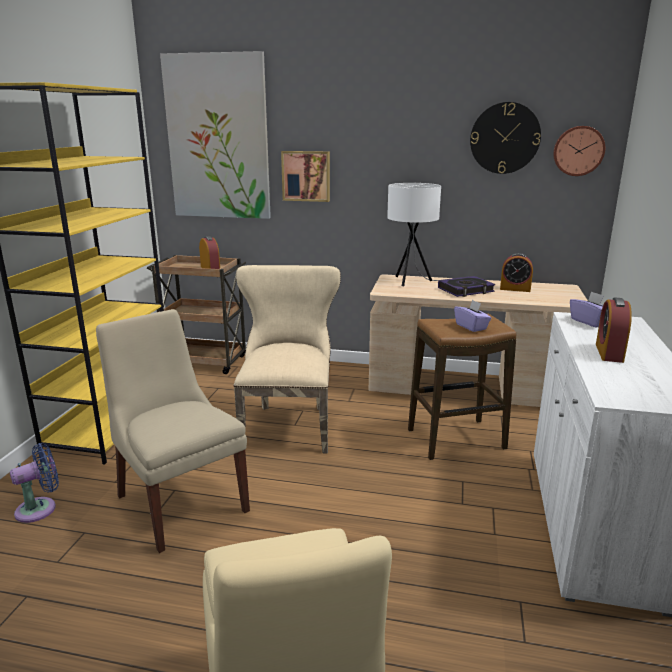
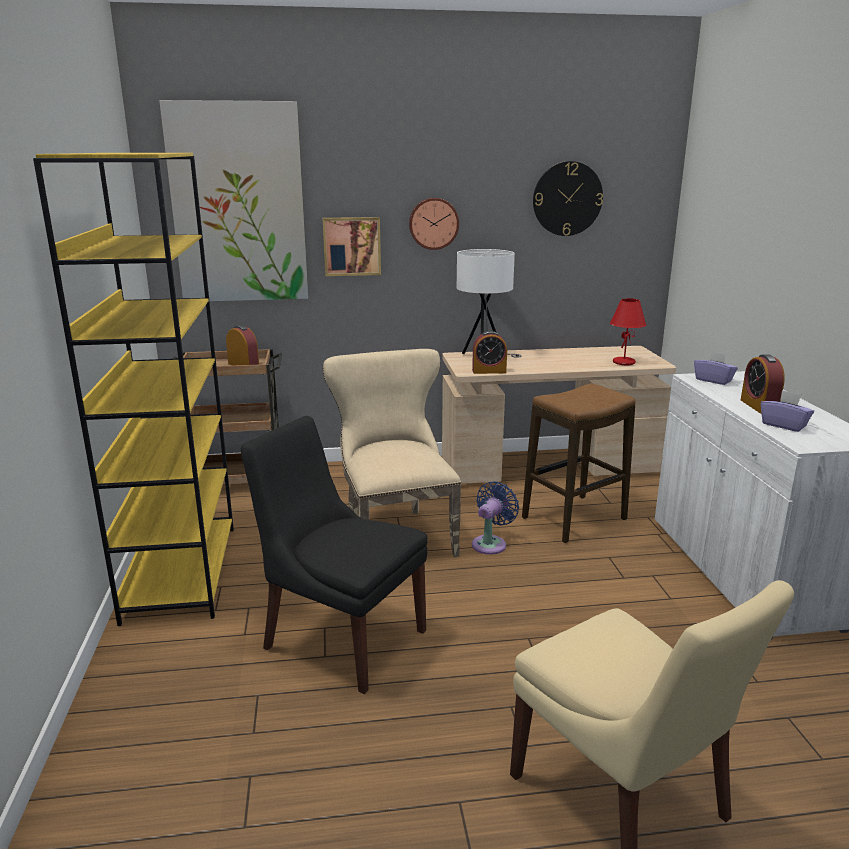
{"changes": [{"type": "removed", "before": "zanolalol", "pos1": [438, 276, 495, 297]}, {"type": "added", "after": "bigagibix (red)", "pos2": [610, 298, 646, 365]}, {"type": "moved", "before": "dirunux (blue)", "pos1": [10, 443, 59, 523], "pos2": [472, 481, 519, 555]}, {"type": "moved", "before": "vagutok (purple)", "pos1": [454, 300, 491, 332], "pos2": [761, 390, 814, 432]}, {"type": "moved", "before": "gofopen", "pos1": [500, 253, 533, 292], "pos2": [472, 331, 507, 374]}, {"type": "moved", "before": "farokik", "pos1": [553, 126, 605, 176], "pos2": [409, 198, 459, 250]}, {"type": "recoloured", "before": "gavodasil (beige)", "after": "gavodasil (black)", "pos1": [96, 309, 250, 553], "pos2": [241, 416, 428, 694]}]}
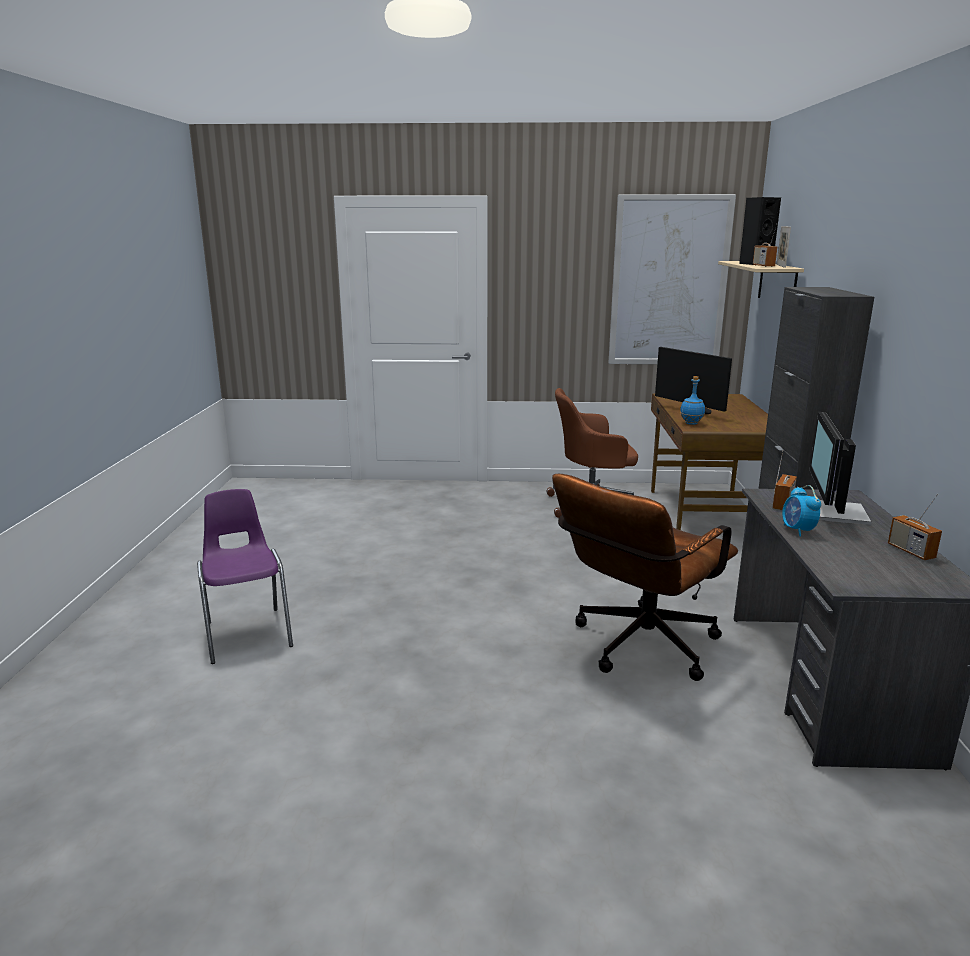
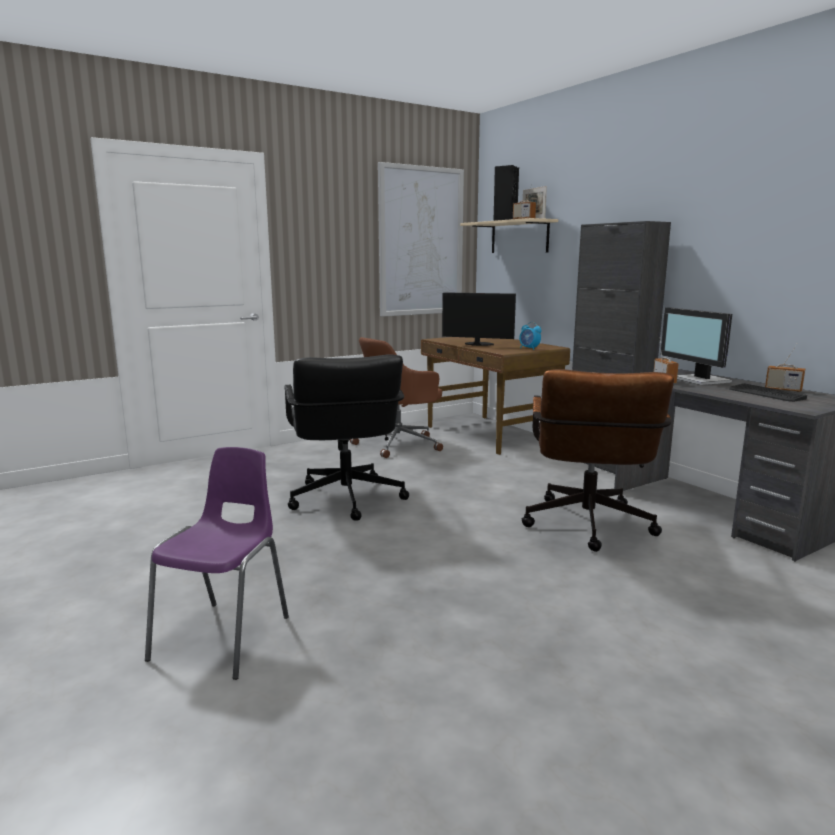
{"changes": [{"type": "removed", "before": "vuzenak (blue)", "pos1": [680, 376, 705, 425]}, {"type": "added", "after": "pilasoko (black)", "pos2": [285, 355, 409, 521]}, {"type": "added", "after": "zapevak", "pos2": [729, 383, 807, 402]}, {"type": "moved", "before": "gofopen", "pos1": [782, 485, 821, 536], "pos2": [519, 322, 542, 350]}, {"type": "turned", "before": "gavodasil (purple)", "pos1": [197, 489, 293, 664], "pos2": [145, 447, 289, 680], "turn": 75}]}
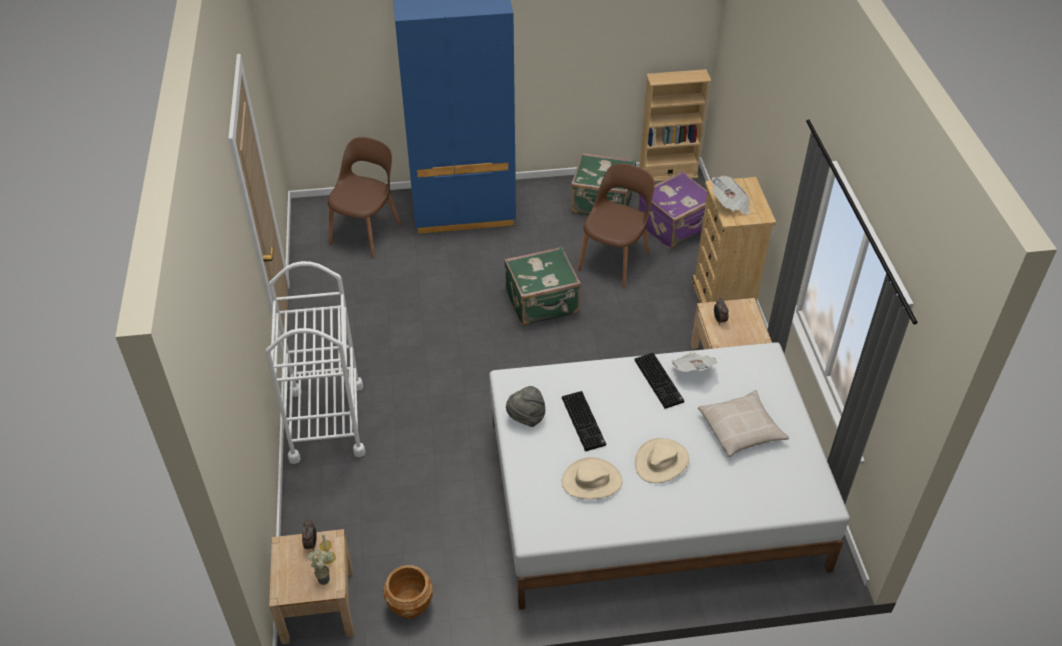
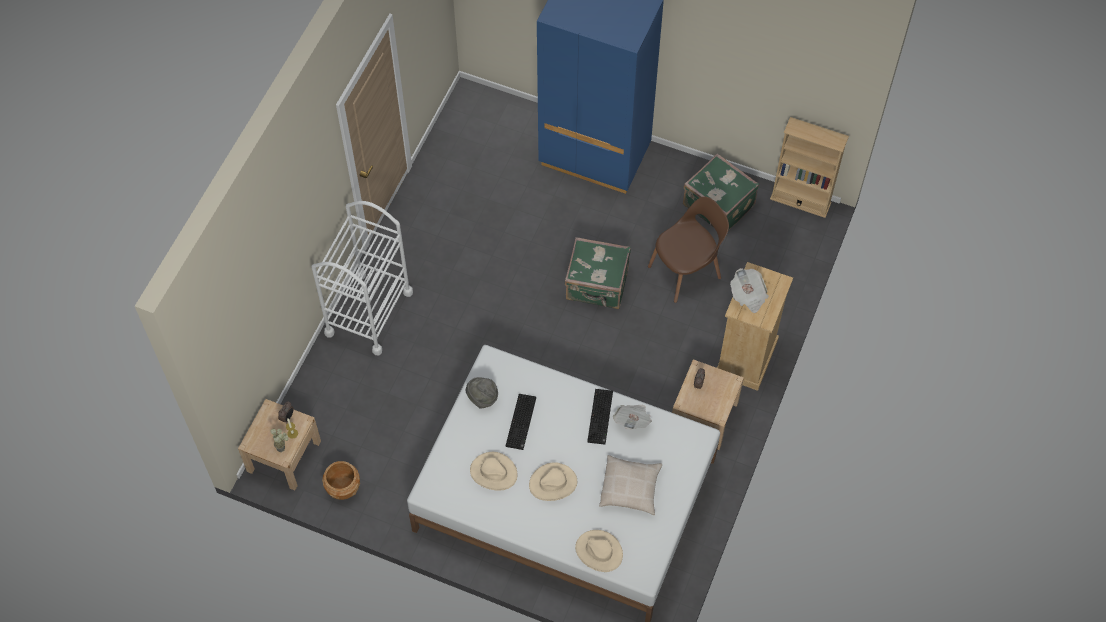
{"changes": [{"type": "removed", "before": "gavodasil (brown)", "pos1": [328, 137, 401, 258]}, {"type": "removed", "before": "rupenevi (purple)", "pos1": [638, 172, 707, 249]}, {"type": "added", "after": "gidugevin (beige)", "pos2": [575, 530, 623, 572]}]}
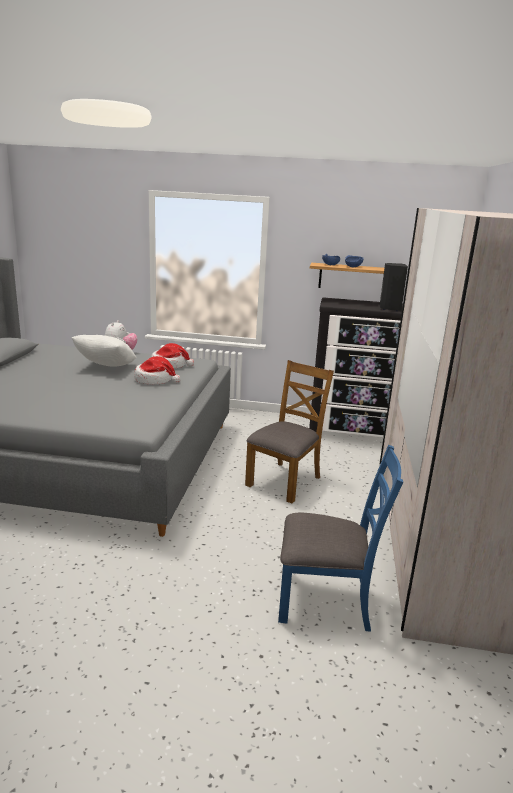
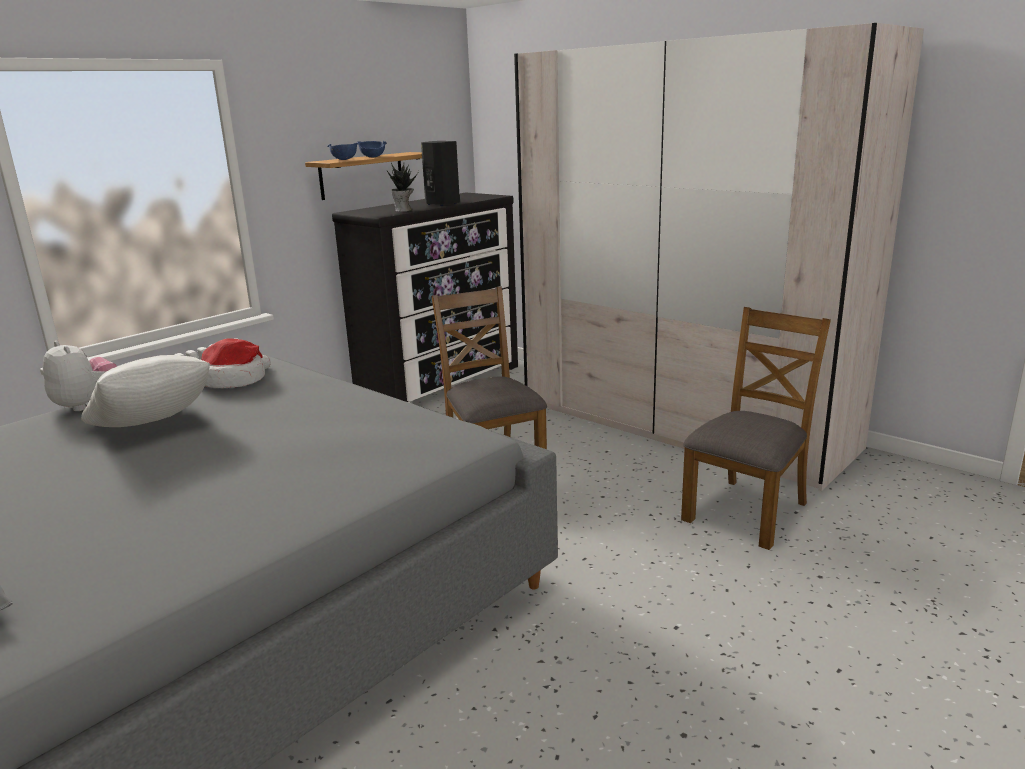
{"changes": [{"type": "removed", "before": "gidugevin", "pos1": [134, 356, 181, 384]}, {"type": "added", "after": "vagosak", "pos2": [387, 163, 419, 212]}, {"type": "recoloured", "before": "gavodasil (blue)", "after": "gavodasil (brown)", "pos1": [278, 445, 403, 632], "pos2": [681, 307, 831, 550]}]}
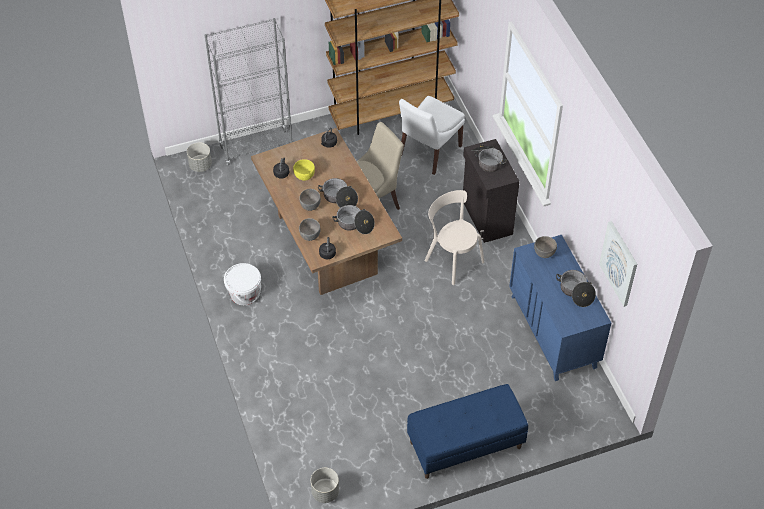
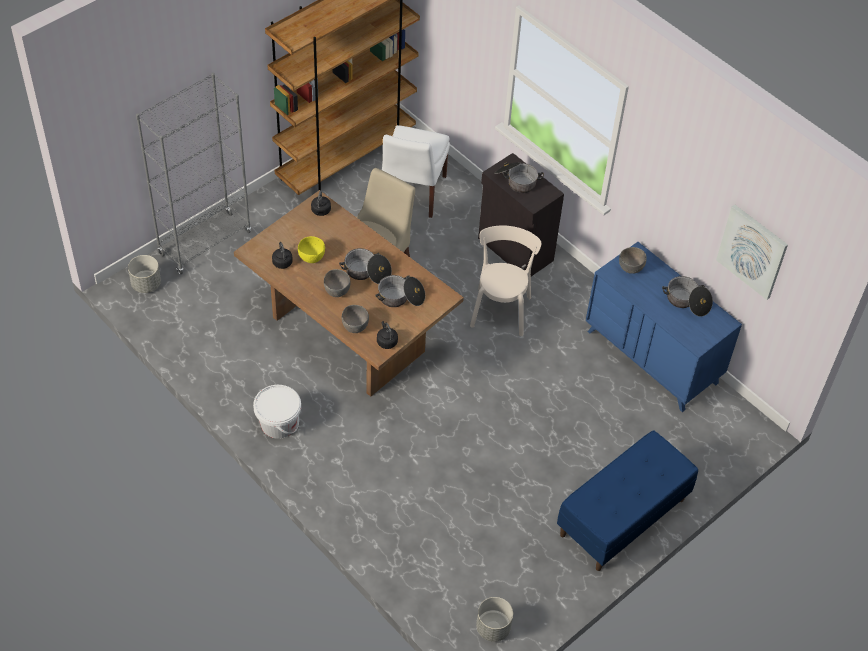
{"changes": [{"type": "turned", "before": "gavodasil (beige)", "pos1": [424, 190, 484, 285], "pos2": [470, 225, 542, 336], "turn": 75}]}
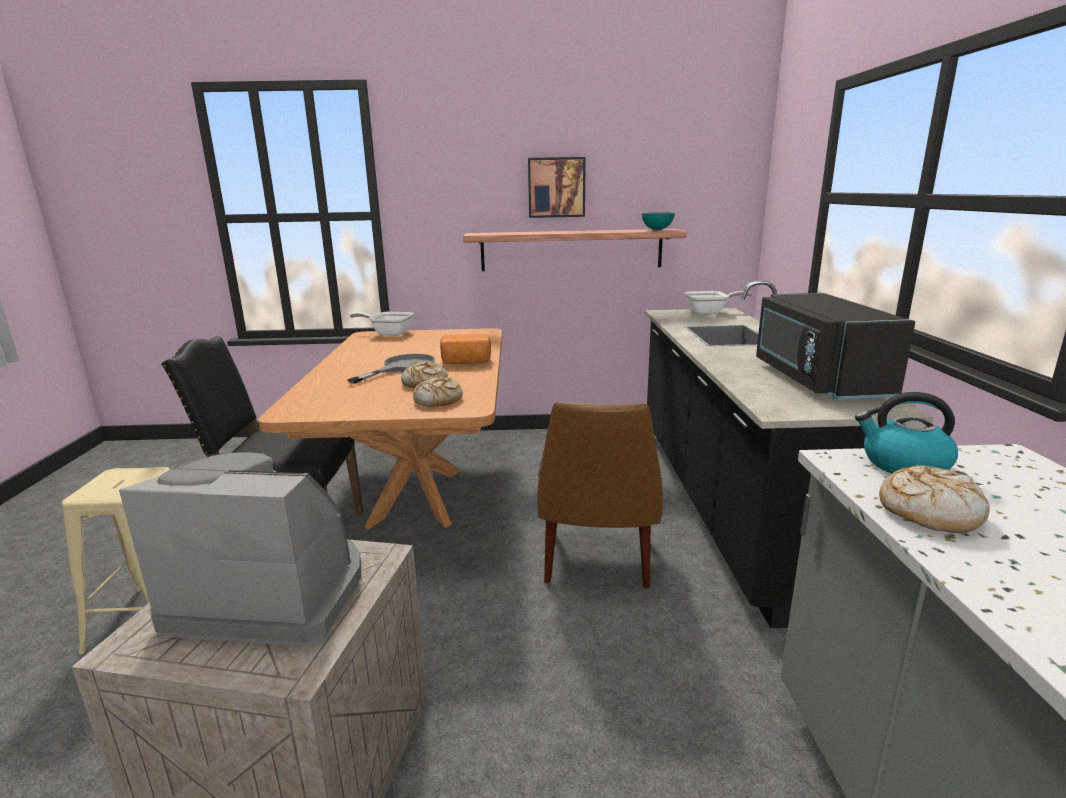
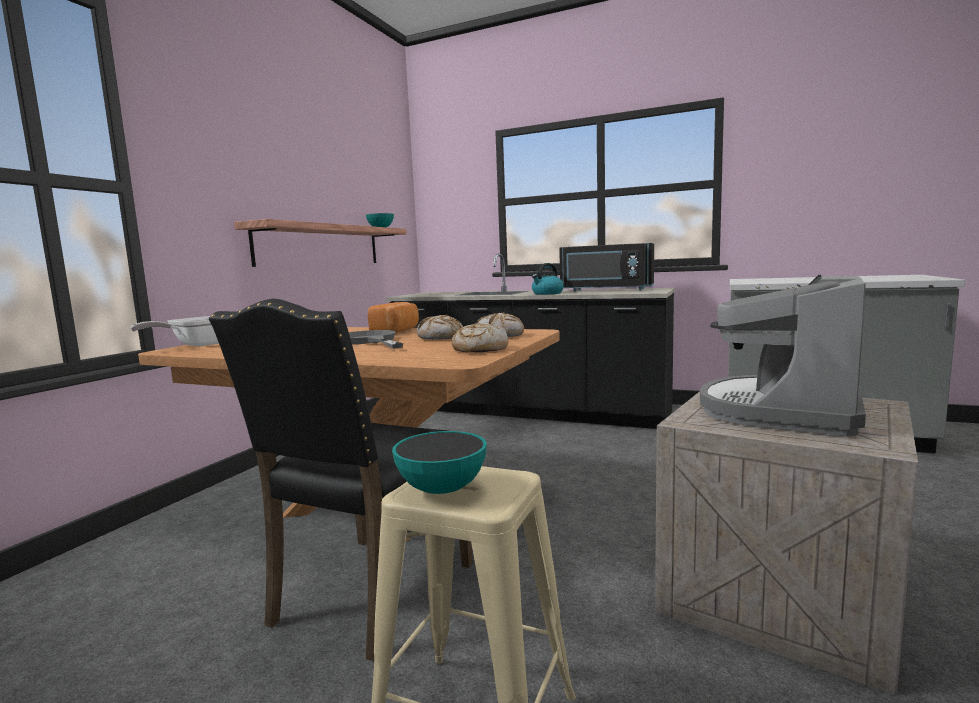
{"changes": [{"type": "removed", "before": "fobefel", "pos1": [528, 157, 586, 218]}, {"type": "removed", "before": "gavodasil (brown)", "pos1": [538, 402, 663, 589]}, {"type": "removed", "before": "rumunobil", "pos1": [684, 291, 752, 315]}, {"type": "added", "after": "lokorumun", "pos2": [392, 431, 487, 494]}, {"type": "moved", "before": "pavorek", "pos1": [855, 392, 958, 473], "pos2": [532, 263, 564, 295]}, {"type": "moved", "before": "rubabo", "pos1": [879, 465, 990, 534], "pos2": [452, 323, 508, 352]}]}
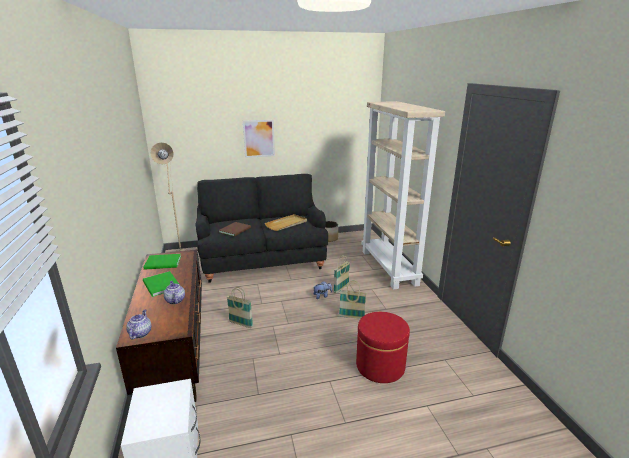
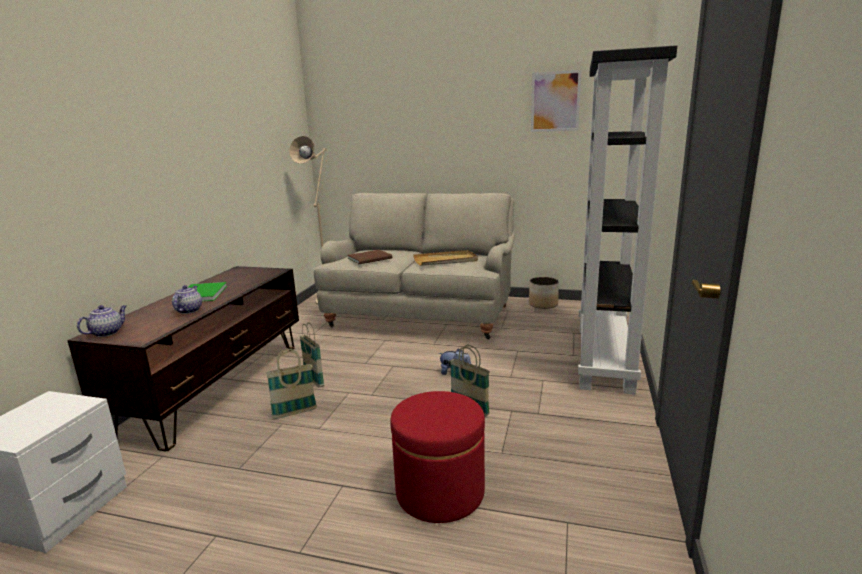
{"changes": [{"type": "removed", "before": "zanolalol (green)", "pos1": [143, 254, 181, 270]}, {"type": "moved", "before": "fobefel", "pos1": [243, 120, 275, 158], "pos2": [531, 70, 581, 132]}, {"type": "moved", "before": "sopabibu", "pos1": [333, 255, 350, 293], "pos2": [266, 349, 317, 419]}, {"type": "recoloured", "before": "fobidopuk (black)", "after": "fobidopuk (beige)", "pos1": [196, 174, 328, 283], "pos2": [314, 193, 515, 339]}, {"type": "recoloured", "before": "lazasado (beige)", "after": "lazasado (black)", "pos1": [361, 101, 445, 290], "pos2": [578, 45, 677, 395]}]}
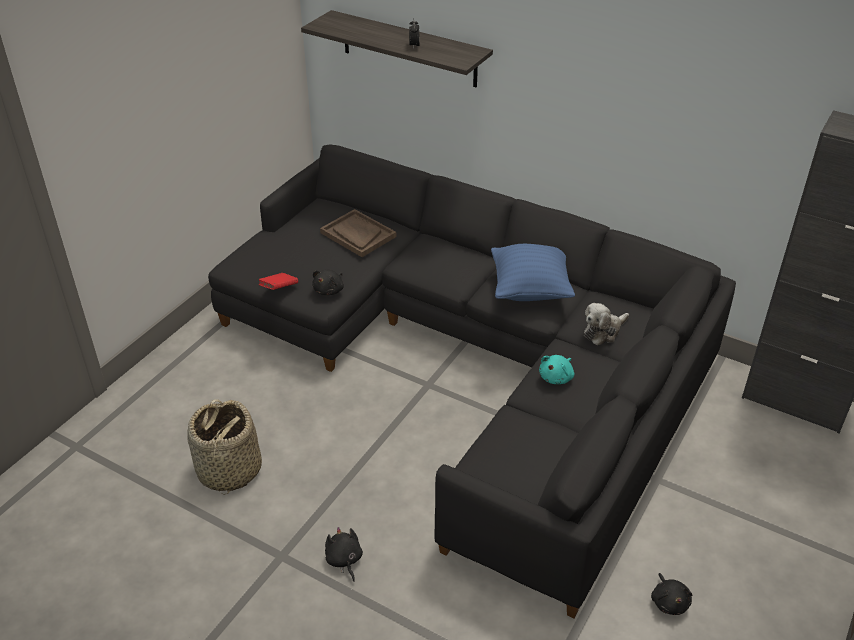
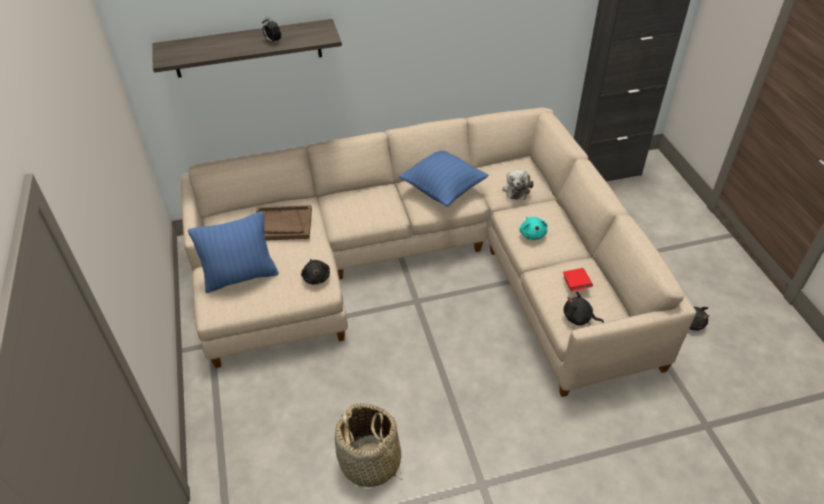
{"changes": [{"type": "added", "after": "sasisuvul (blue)", "pos2": [188, 211, 279, 293]}, {"type": "moved", "before": "zanolalol (red)", "pos1": [258, 273, 298, 290], "pos2": [563, 268, 593, 292]}, {"type": "moved", "before": "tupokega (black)", "pos1": [325, 527, 363, 582], "pos2": [564, 291, 604, 326]}, {"type": "recoloured", "before": "fobidopuk (black)", "after": "fobidopuk (beige)", "pos1": [208, 145, 736, 619], "pos2": [181, 107, 696, 397]}]}
